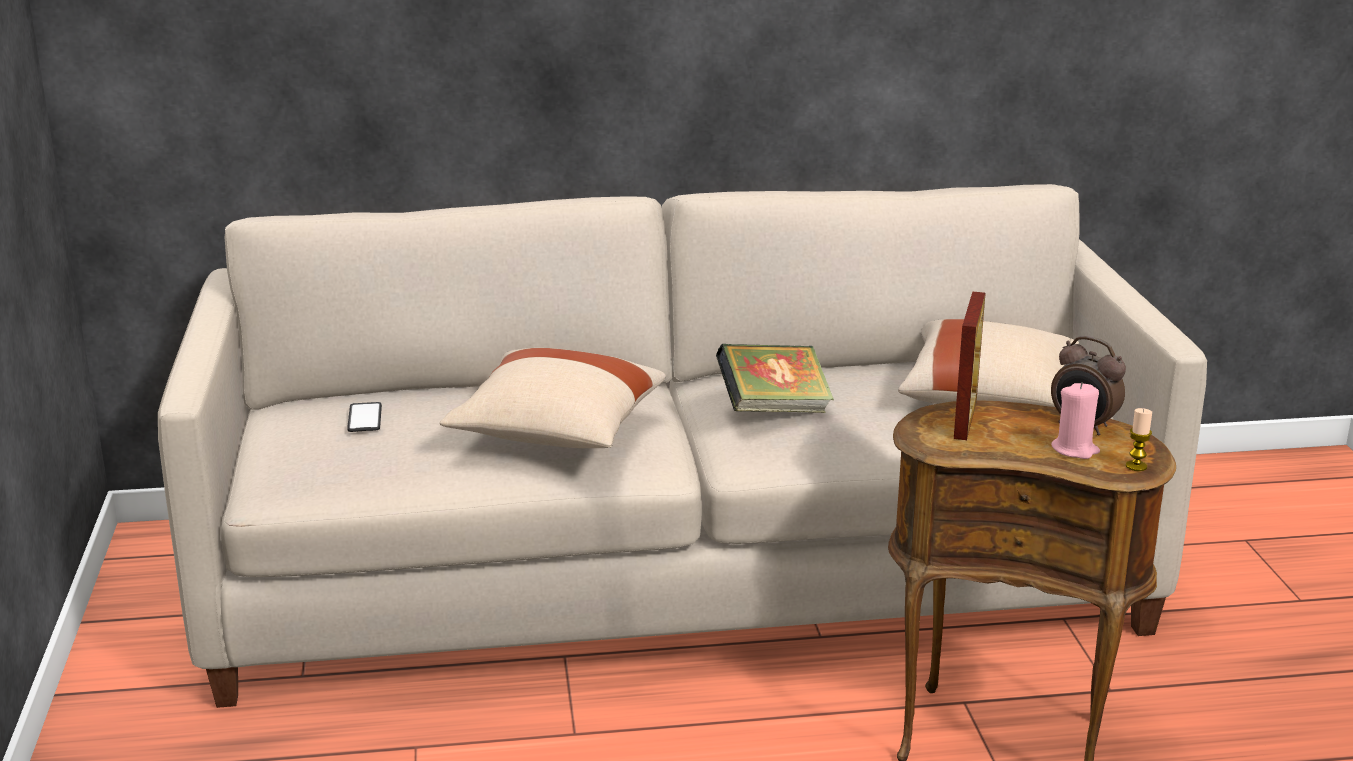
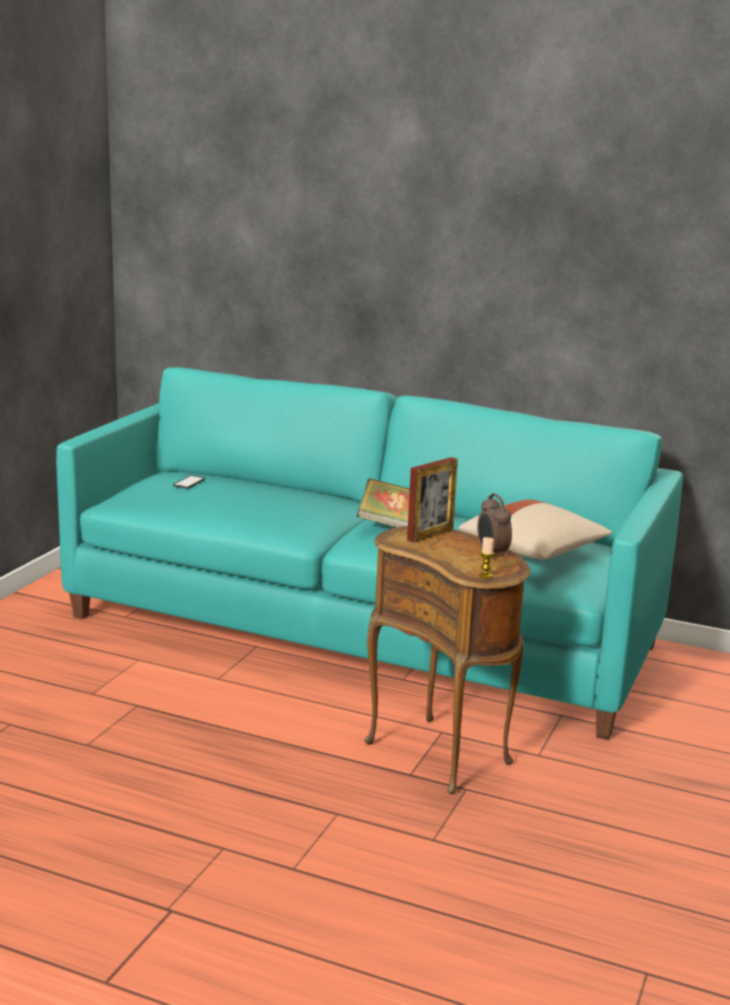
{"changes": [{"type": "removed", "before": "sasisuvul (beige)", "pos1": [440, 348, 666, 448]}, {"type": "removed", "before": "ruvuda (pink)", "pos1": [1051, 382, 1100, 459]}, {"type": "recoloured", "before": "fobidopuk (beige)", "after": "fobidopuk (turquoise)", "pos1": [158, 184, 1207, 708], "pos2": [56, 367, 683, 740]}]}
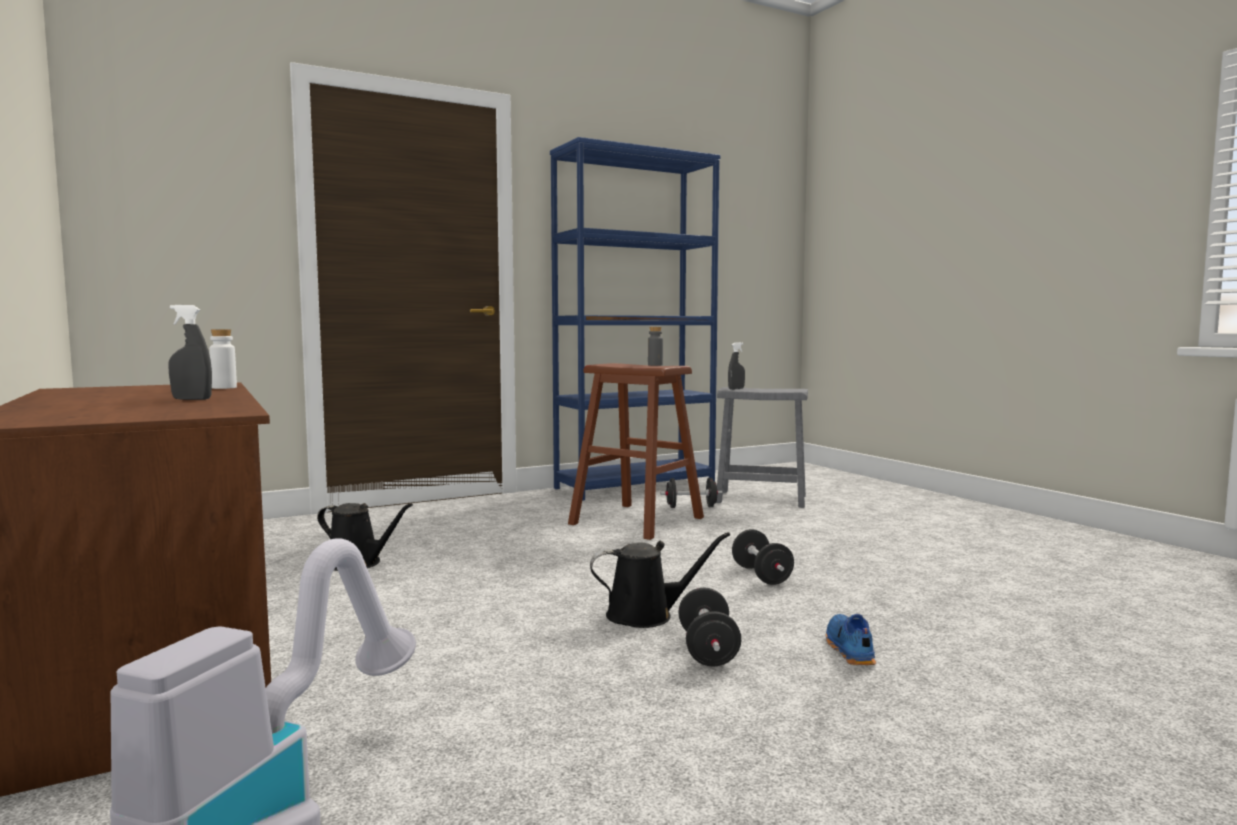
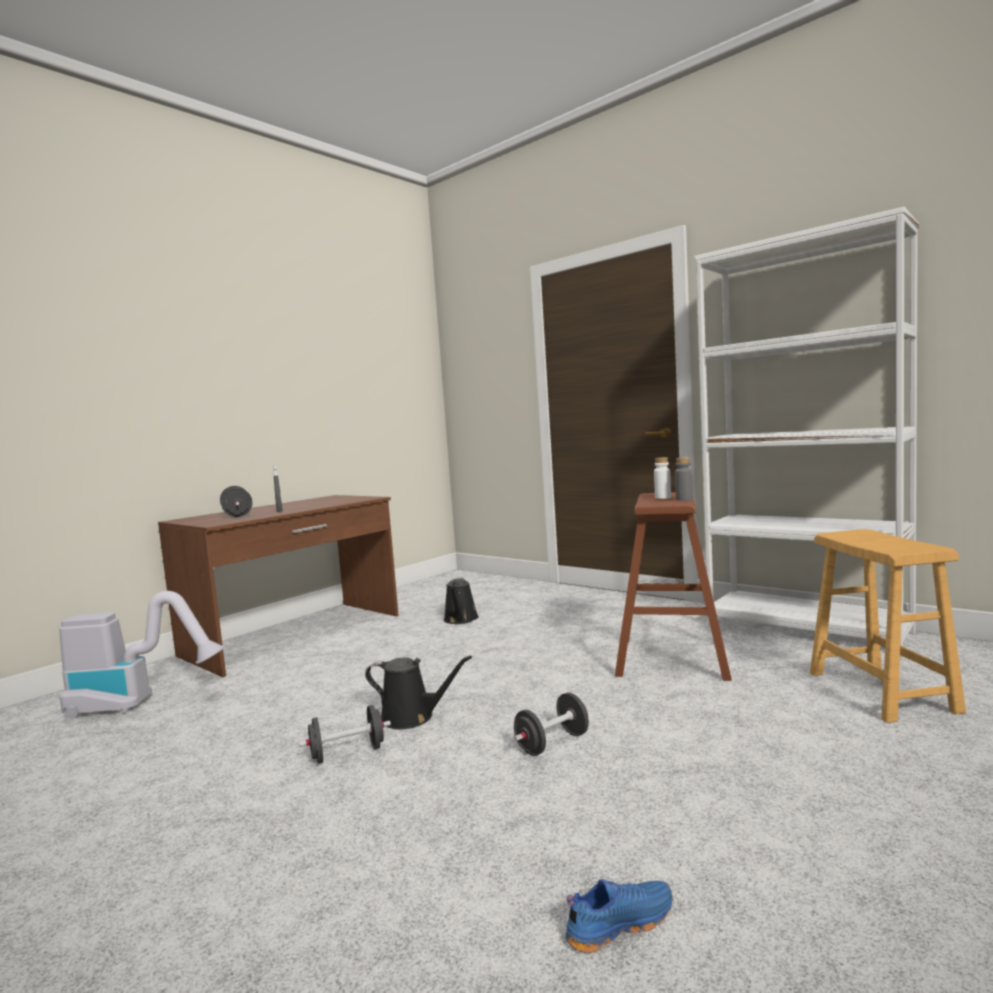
{"changes": [{"type": "removed", "before": "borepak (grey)", "pos1": [728, 342, 745, 390]}, {"type": "moved", "before": "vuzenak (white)", "pos1": [209, 329, 237, 389], "pos2": [654, 457, 671, 499]}, {"type": "moved", "before": "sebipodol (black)", "pos1": [660, 478, 722, 508], "pos2": [220, 486, 253, 517]}, {"type": "moved", "before": "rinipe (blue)", "pos1": [826, 614, 876, 665], "pos2": [566, 879, 672, 953]}, {"type": "recoloured", "before": "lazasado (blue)", "after": "lazasado (white)", "pos1": [550, 137, 721, 501], "pos2": [694, 206, 919, 657]}, {"type": "recoloured", "before": "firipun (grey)", "after": "firipun (brown)", "pos1": [716, 387, 808, 508], "pos2": [810, 529, 966, 723]}, {"type": "turned", "before": "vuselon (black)", "pos1": [590, 532, 730, 628], "pos2": [365, 656, 472, 730], "turn": -45}]}
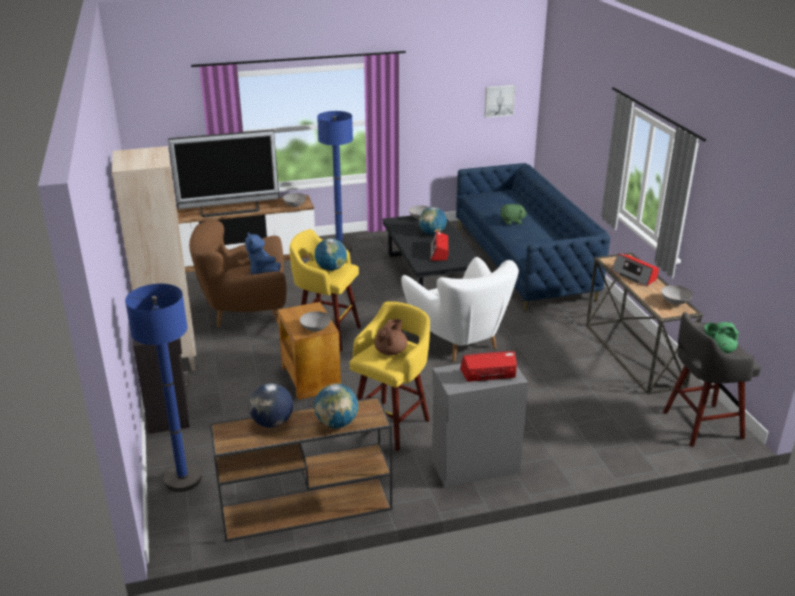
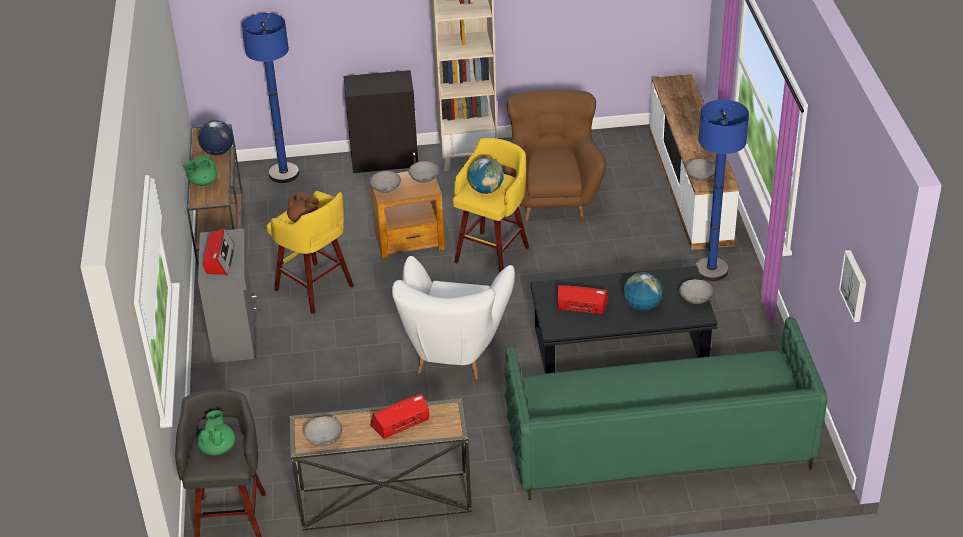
{"changes": [{"type": "removed", "before": "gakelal", "pos1": [168, 129, 279, 217]}, {"type": "removed", "before": "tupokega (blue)", "pos1": [245, 232, 281, 275]}, {"type": "removed", "before": "tupokega (green)", "pos1": [500, 204, 527, 225]}, {"type": "added", "after": "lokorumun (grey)", "pos2": [408, 161, 439, 183]}, {"type": "replaced", "before": "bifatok", "after": "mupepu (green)", "pos1": [314, 384, 358, 428], "pos2": [183, 154, 218, 186]}, {"type": "recoloured", "before": "fobidopuk (blue)", "after": "fobidopuk (green)", "pos1": [456, 163, 610, 311], "pos2": [504, 316, 828, 500]}, {"type": "turned", "before": "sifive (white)", "pos1": [401, 257, 519, 362], "pos2": [392, 256, 515, 379], "turn": -60}]}
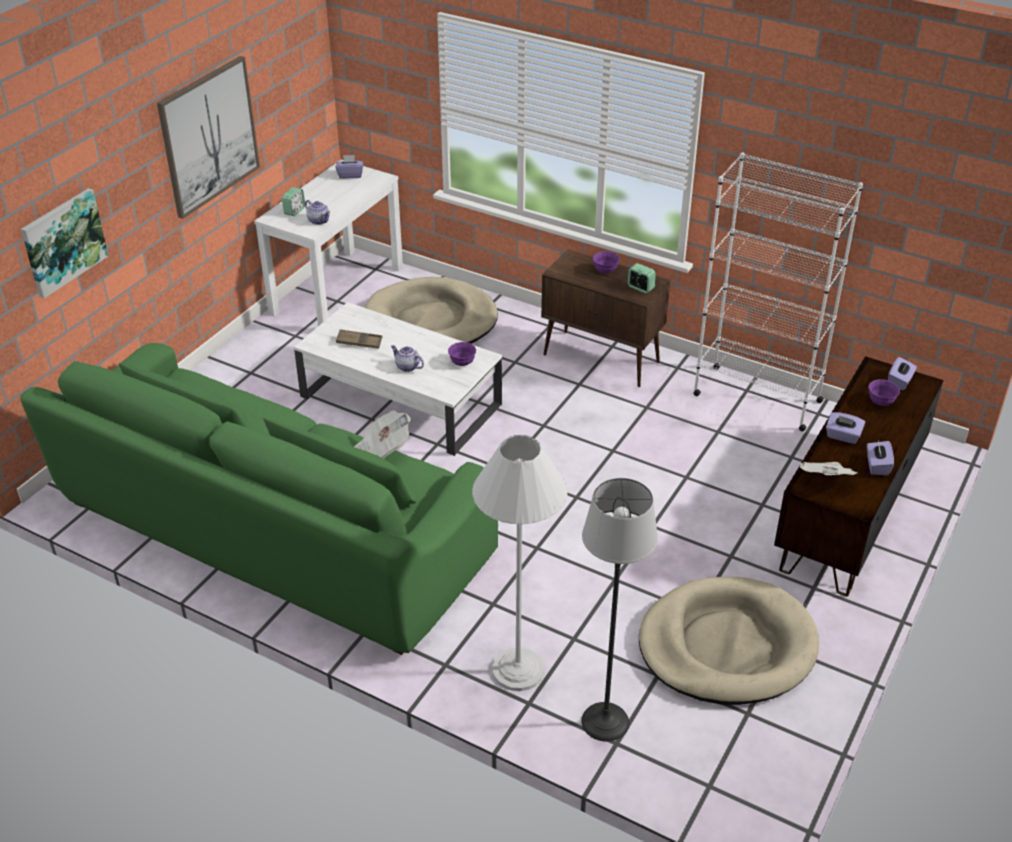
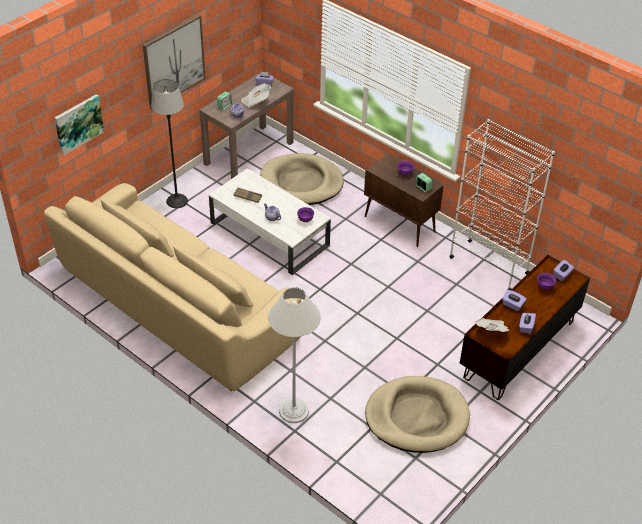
{"changes": [{"type": "moved", "before": "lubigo", "pos1": [354, 410, 411, 459], "pos2": [241, 83, 271, 108]}, {"type": "moved", "before": "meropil", "pos1": [581, 478, 658, 742], "pos2": [151, 79, 188, 208]}, {"type": "recoloured", "before": "fobidopuk (green)", "after": "fobidopuk (beige)", "pos1": [21, 343, 498, 655], "pos2": [44, 183, 302, 392]}, {"type": "recoloured", "before": "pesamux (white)", "after": "pesamux (brown)", "pos1": [254, 160, 403, 326], "pos2": [199, 72, 294, 179]}]}
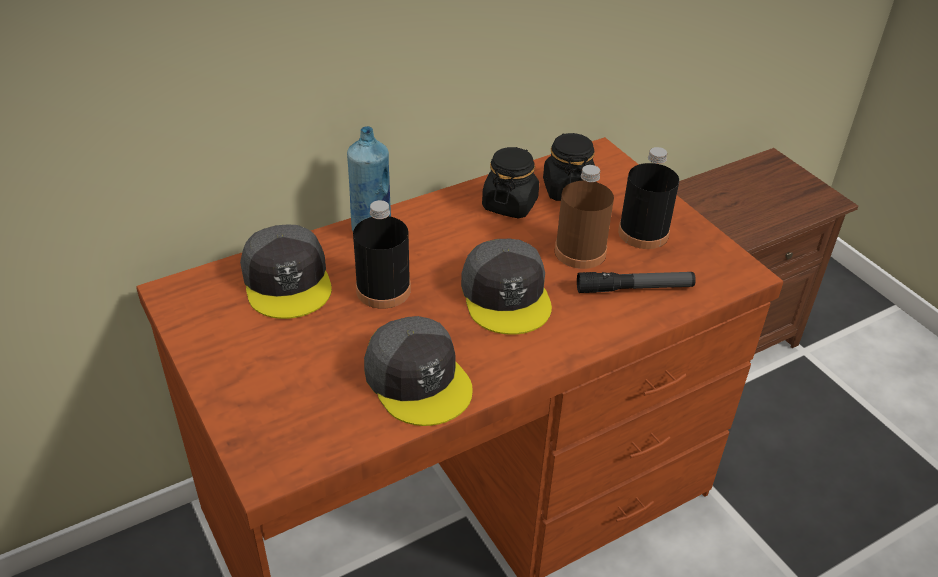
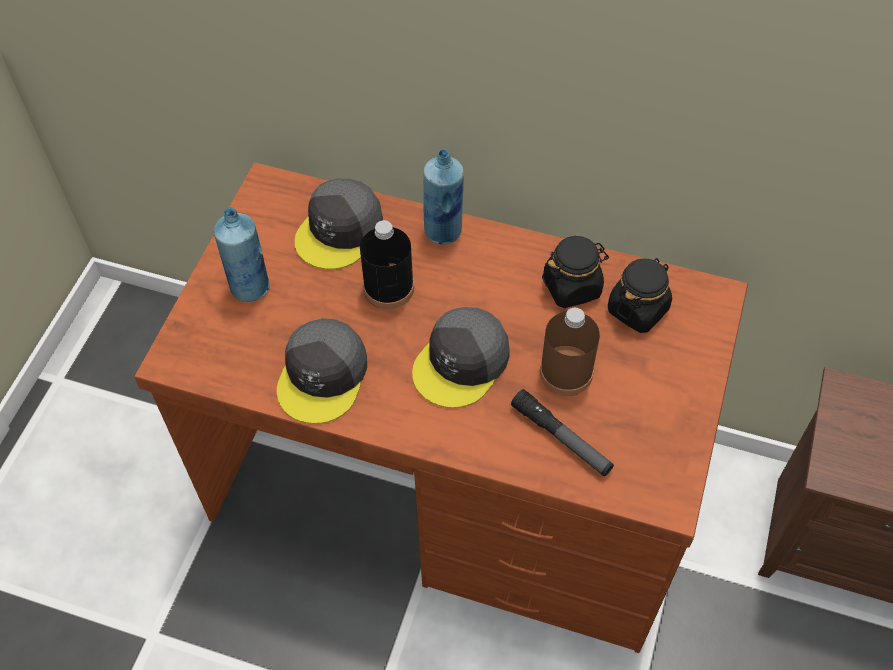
{"changes": [{"type": "removed", "before": "vuzenak (black)", "pos1": [618, 147, 679, 249]}, {"type": "added", "after": "vuzenak (blue)", "pos2": [214, 207, 270, 302]}]}
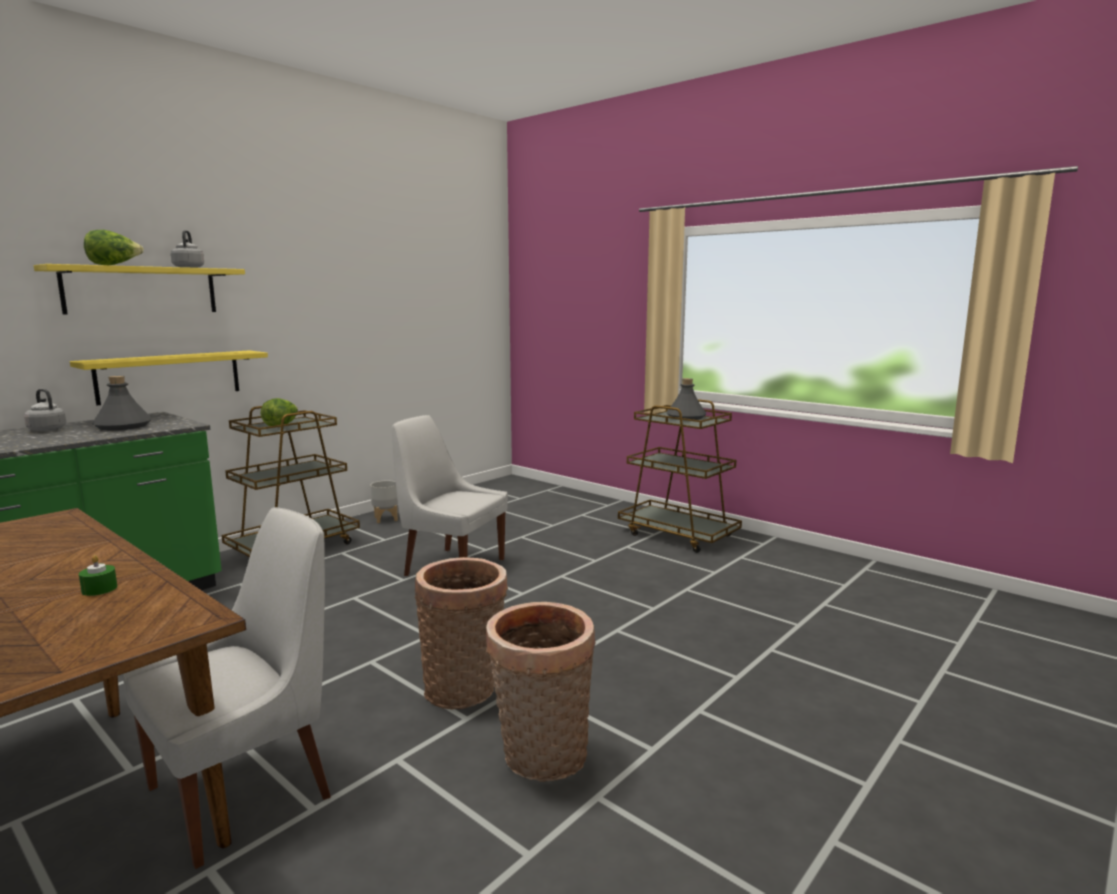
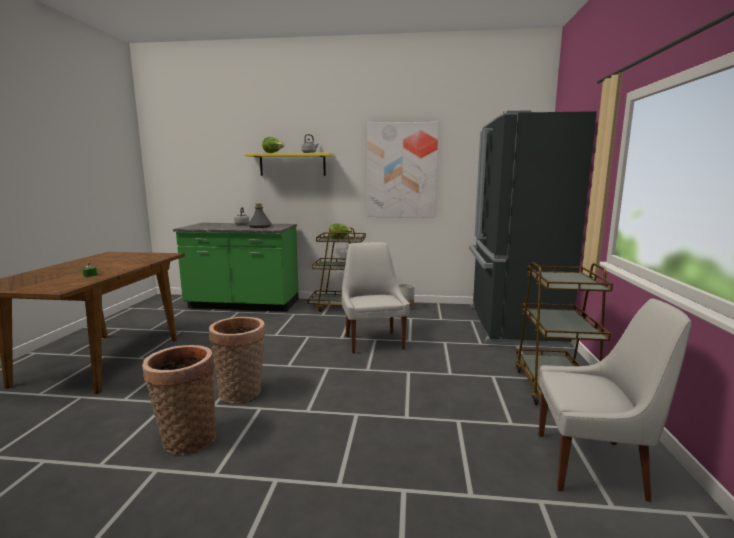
{"changes": [{"type": "removed", "before": "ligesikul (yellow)", "pos1": [70, 351, 268, 405]}, {"type": "removed", "before": "vuzenak (grey)", "pos1": [666, 378, 706, 420]}, {"type": "added", "after": "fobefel", "pos2": [367, 122, 438, 218]}, {"type": "added", "after": "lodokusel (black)", "pos2": [469, 110, 597, 347]}, {"type": "moved", "before": "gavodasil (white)", "pos1": [122, 507, 331, 869], "pos2": [538, 298, 692, 502]}]}
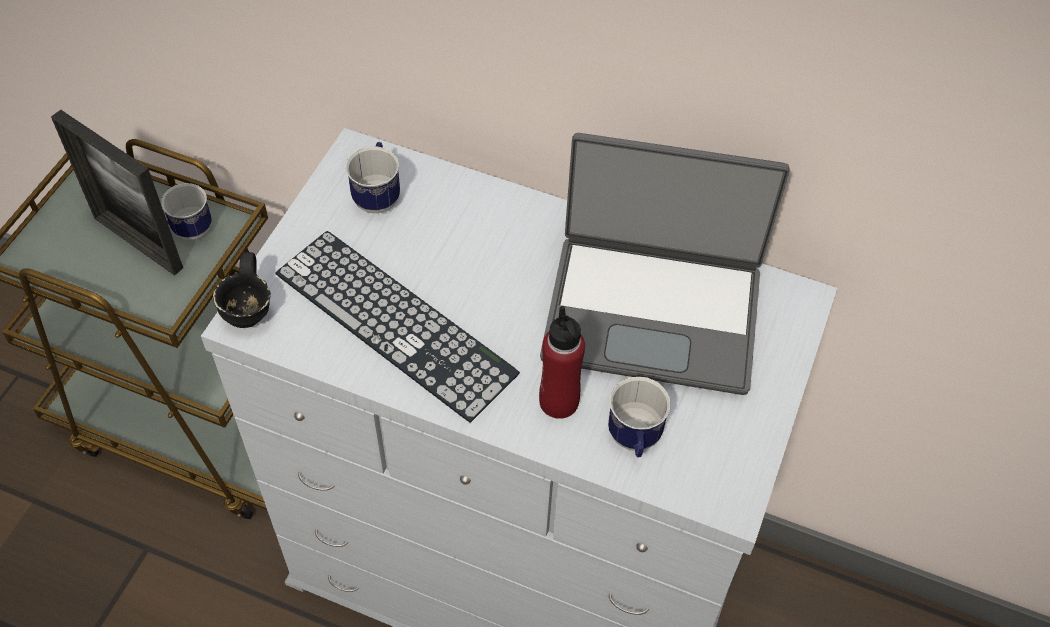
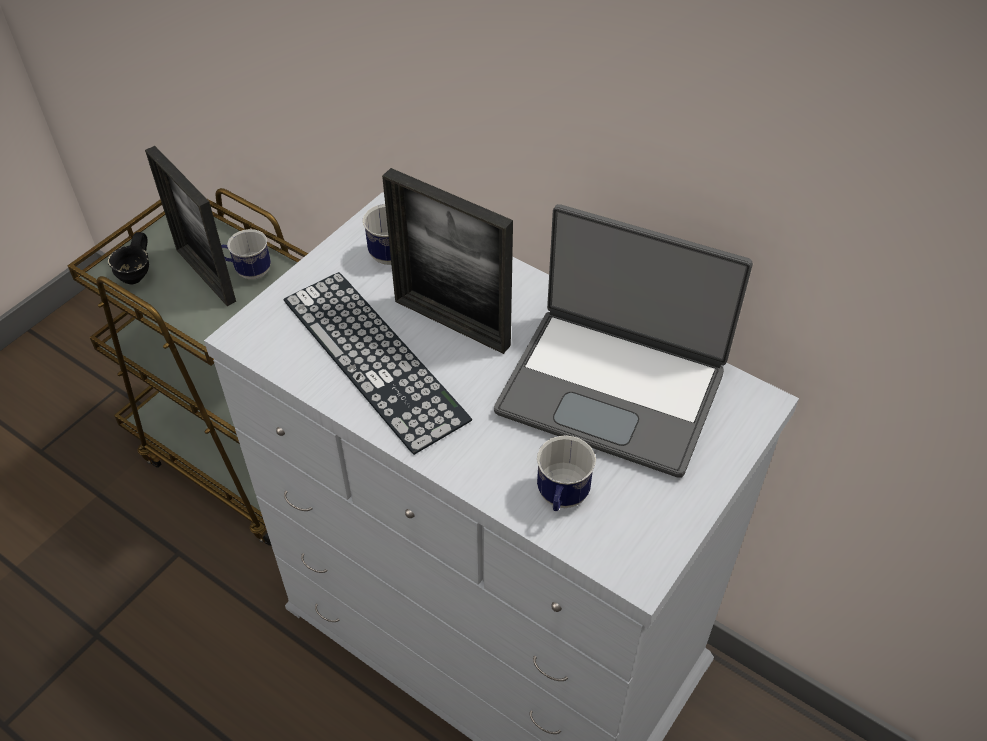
{"changes": [{"type": "removed", "before": "vuzenak (red)", "pos1": [539, 306, 585, 419]}, {"type": "added", "after": "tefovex", "pos2": [382, 168, 513, 354]}, {"type": "moved", "before": "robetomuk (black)", "pos1": [213, 252, 271, 328], "pos2": [108, 232, 149, 284]}]}
